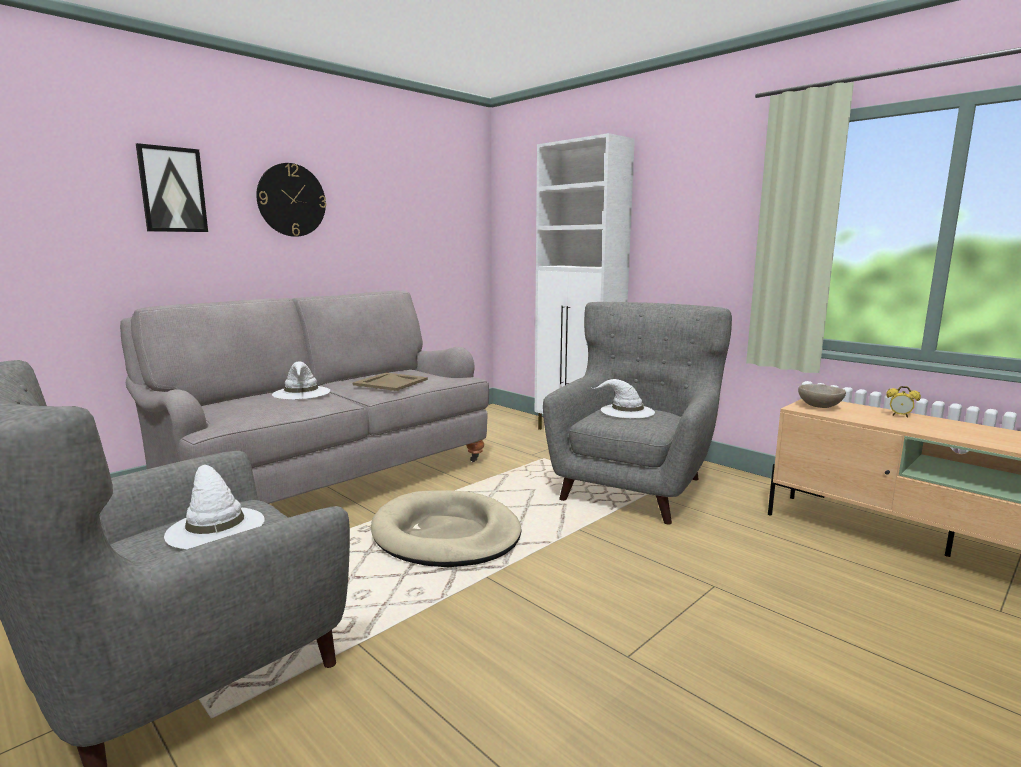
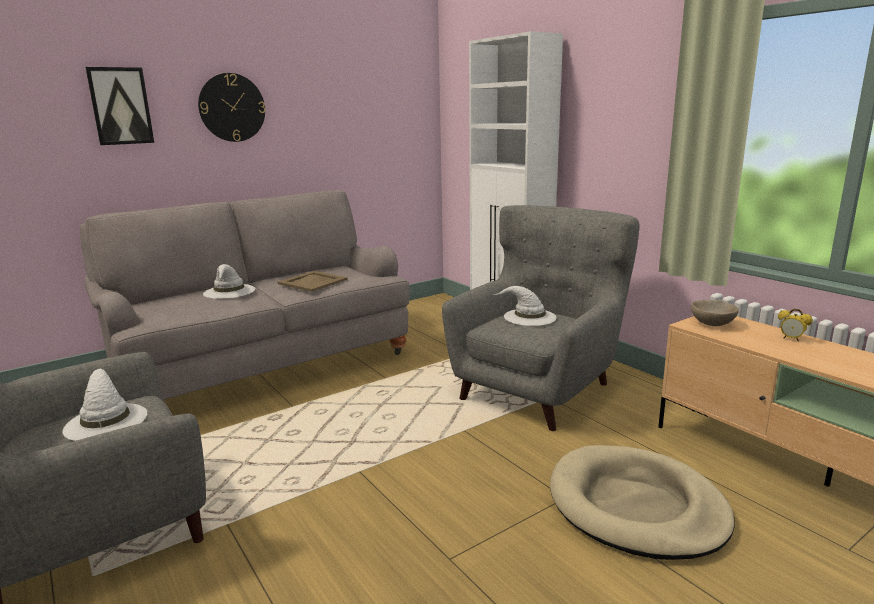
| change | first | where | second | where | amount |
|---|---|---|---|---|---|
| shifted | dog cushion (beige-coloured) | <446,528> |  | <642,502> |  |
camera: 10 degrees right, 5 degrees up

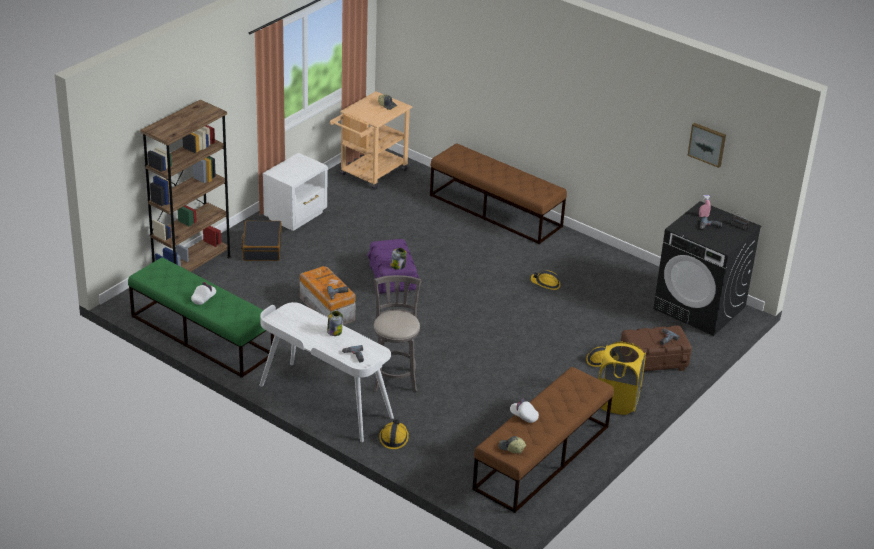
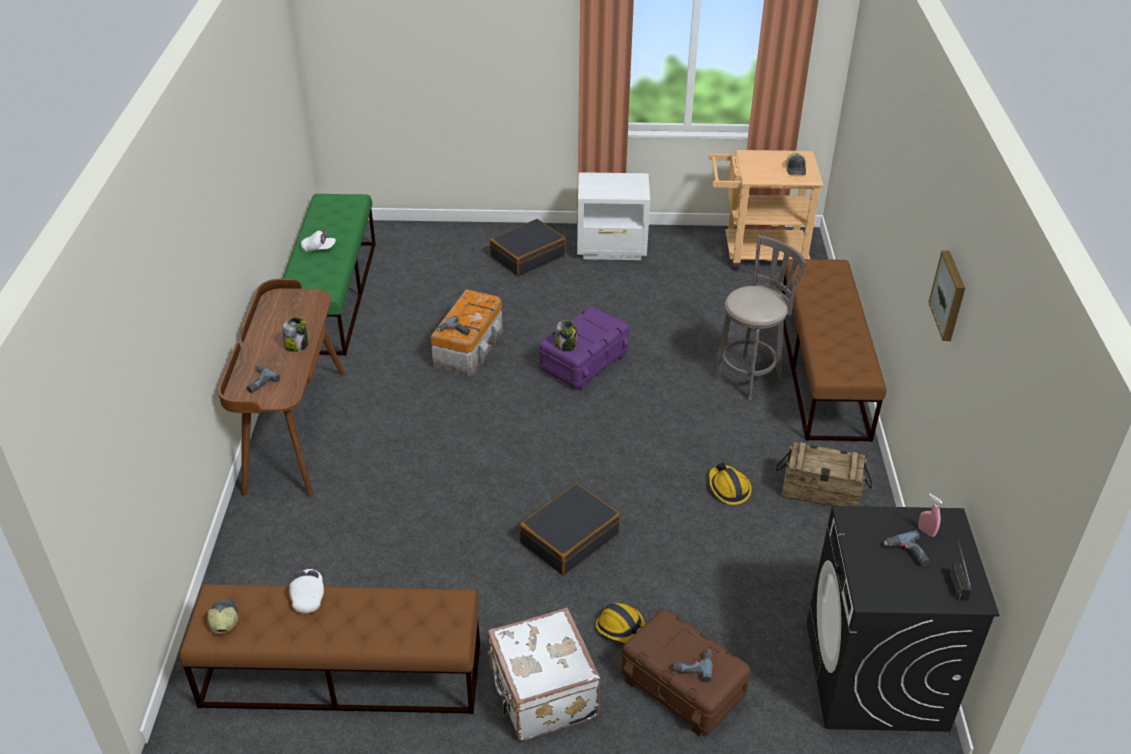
| change | first | where | second | where | amount |
|---|---|---|---|---|---|
| gone | bookcase (brown) | <185,186> |  |  |  |
| gone | hard hat | <394,434> |  |  |  |
| new |  |  | travel case (black-coloured) | <569,529> |  |
| new |  |  | crate | <824,474> |  |
| shifted | stool (greyish) | <397,333> |  | <758,318> |  |
| shifted | picture | <706,145> |  | <946,296> |  |
| swapped | washing basket (yellowish) | <622,378> | travel case (white) | <543,674> |  |
| repainted | desk table (white) | <326,372> | desk table (brown) | <281,388> |  |
camera: 55 degrees right, 5 degrees up

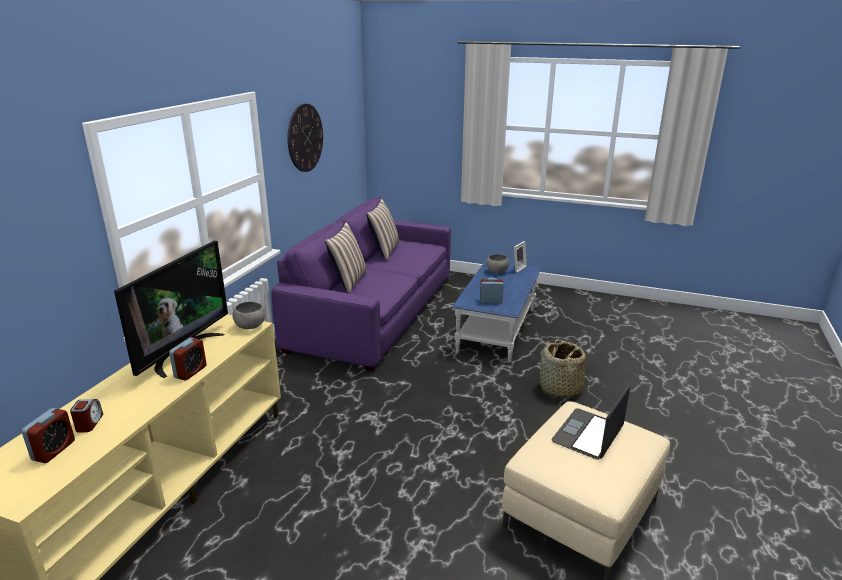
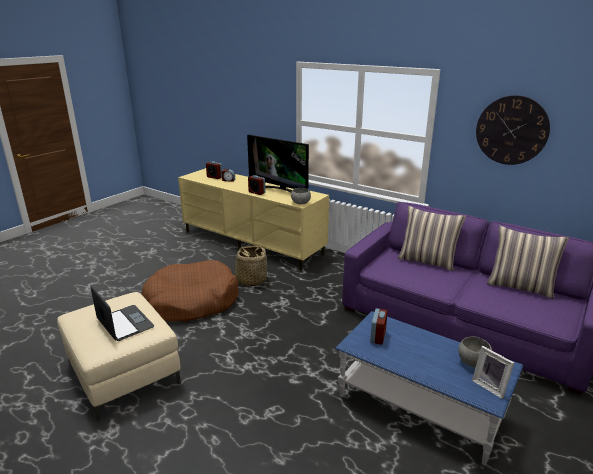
| change | first | where | second | where | amount |
|---|---|---|---|---|---|
| new |  |  | dog cushion (brown) | <190,291> |  |
| shifted | basket | <563,369> |  | <249,266> |  |
camera: 105 degrees right, 0 degrees up

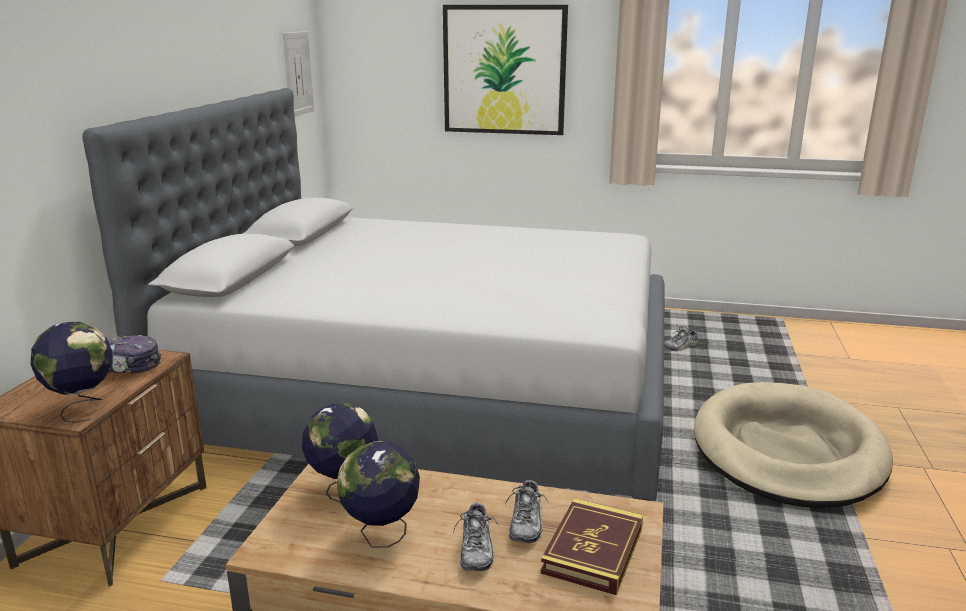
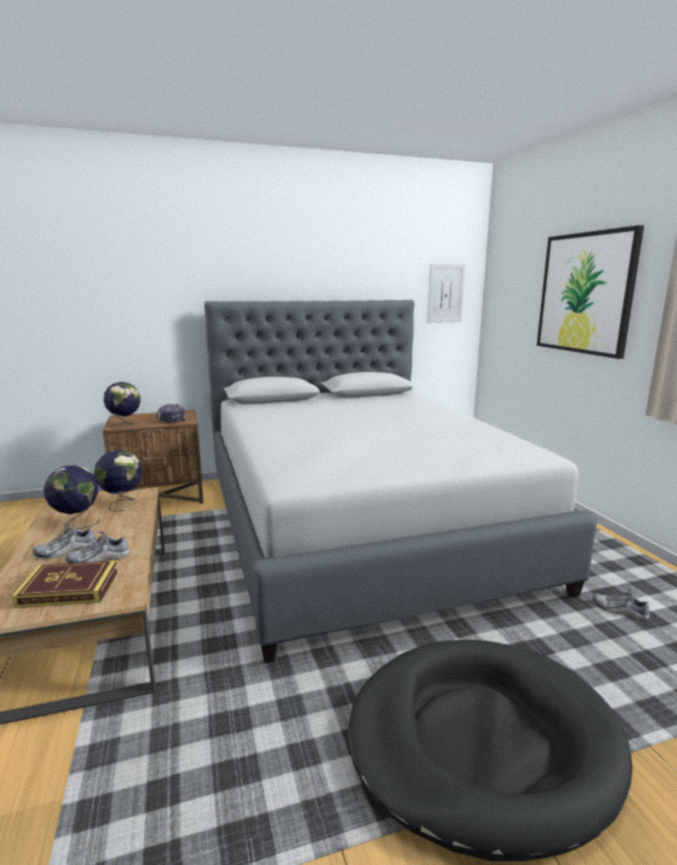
| change | first | where | second | where | amount |
|---|---|---|---|---|---|
| repainted | dog cushion (beige-coloured) | <793,445> | dog cushion (black-coloured) | <490,750> |  |
camera: 60 degrees right, 5 degrees down

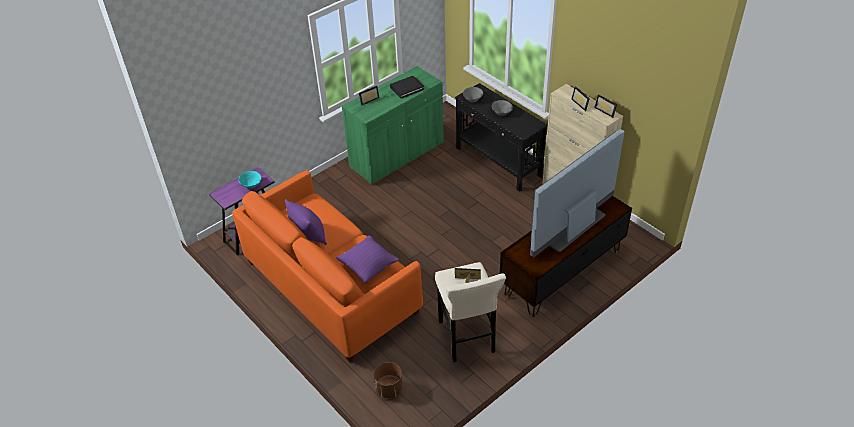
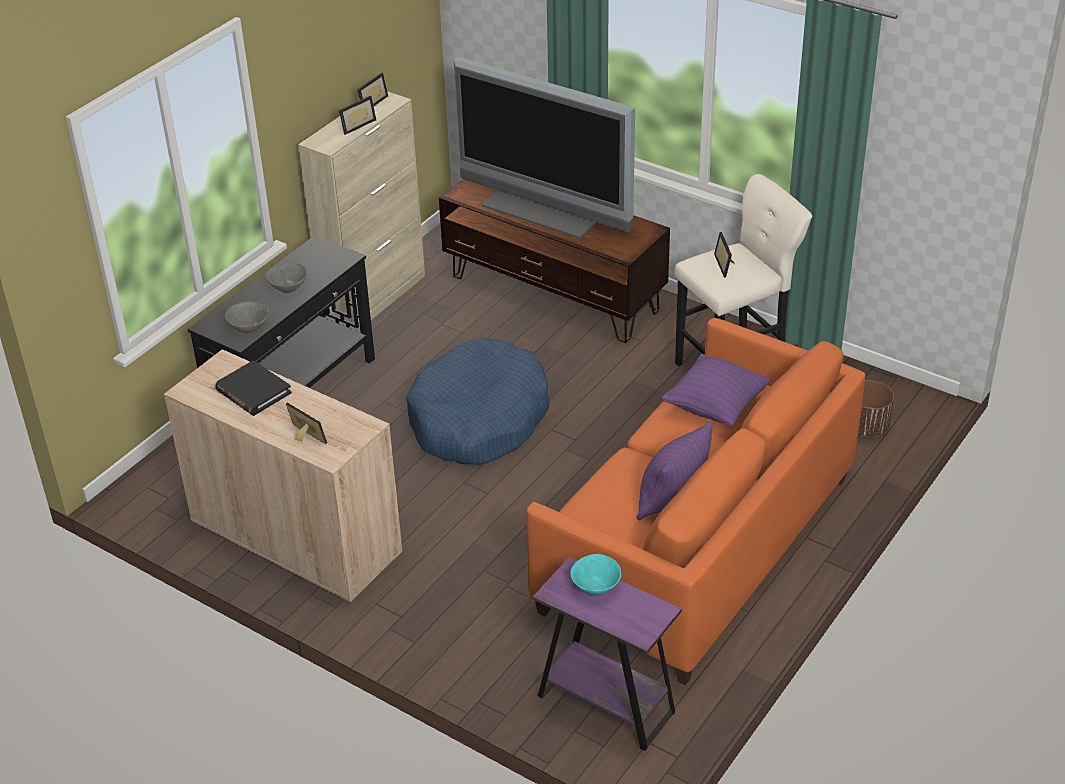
| change | first | where | second | where | amount |
|---|---|---|---|---|---|
| new |  |  | dog cushion (blue) | <478,401> |  |
| repainted | cabinet (green-coloured) | <393,125> | cabinet (beige-coloured) | <283,476> |  |
camera: 105 degrees left, 5 degrees down

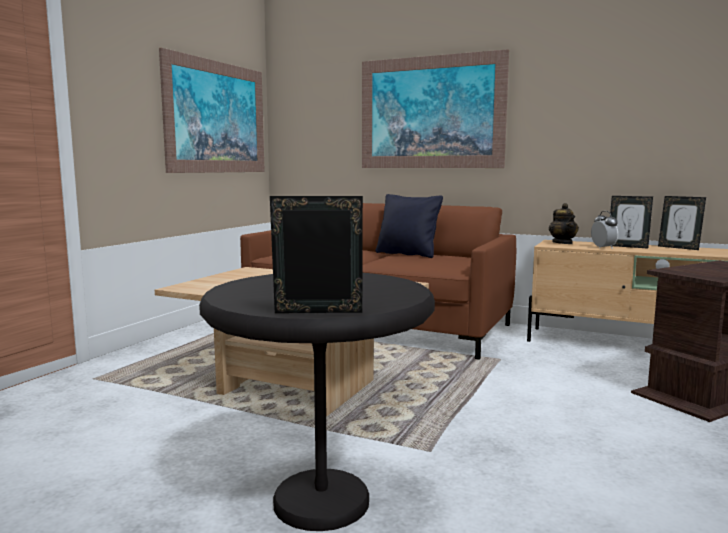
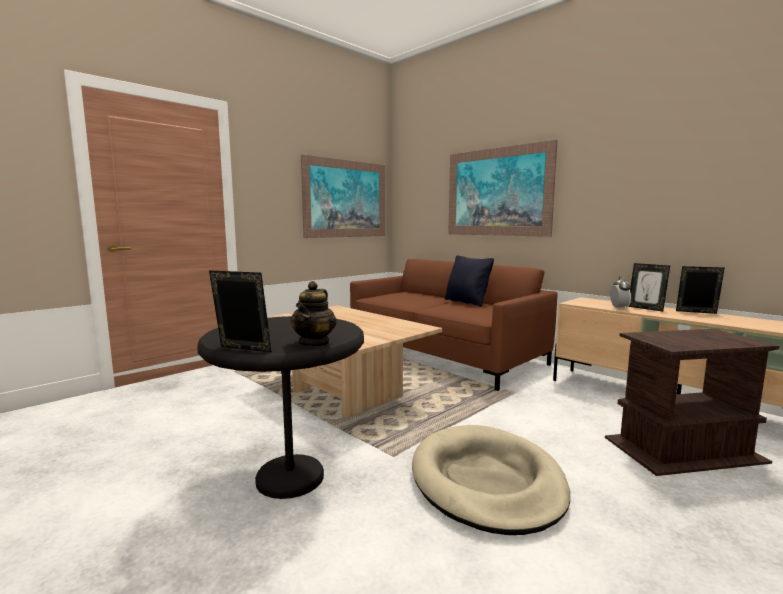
| change | first | where | second | where | amount |
|---|---|---|---|---|---|
| new |  |  | dog cushion (beige-coloured) | <491,480> |  |
| shifted | teapot | <564,223> |  | <313,314> |  |
| rotated | standing frame | <682,223> |  | <700,290> | 135 degrees clockwise |
camera: 20 degrees right, 0 degrees up

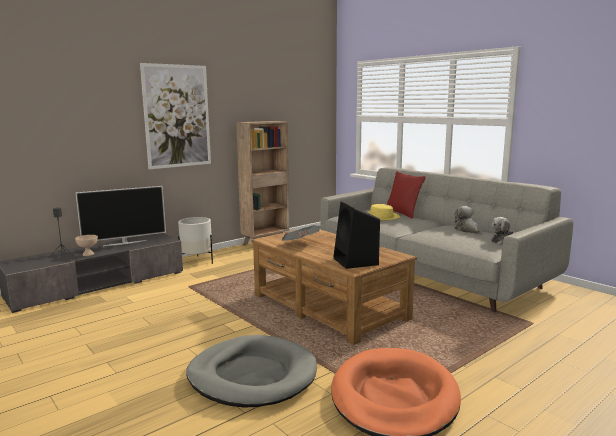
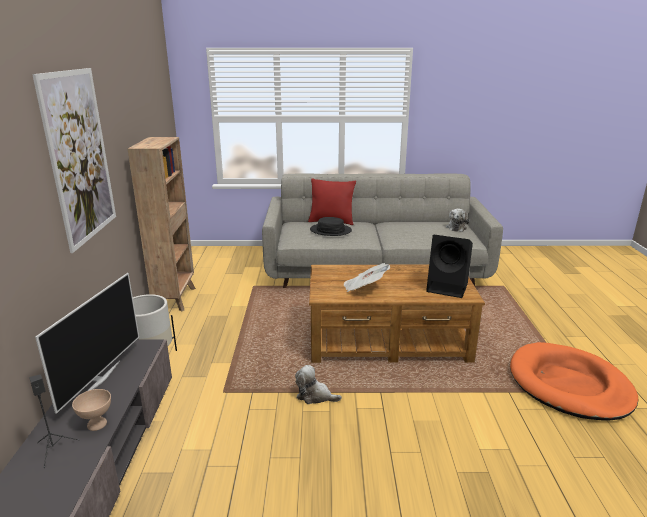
| change | first | where | second | where | amount |
|---|---|---|---|---|---|
| gone | dog cushion (greyish) | <251,371> |  |  |  |
| shifted | cuddly toy | <468,220> |  | <318,384> |  |
| repainted | clothing hat (yellowish) | <383,212> | clothing hat (black-coloured) | <331,226> |  |
camera: 50 degrees left, 10 degrees up

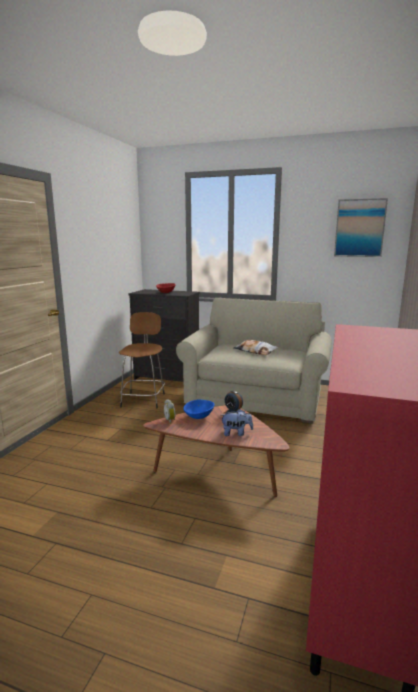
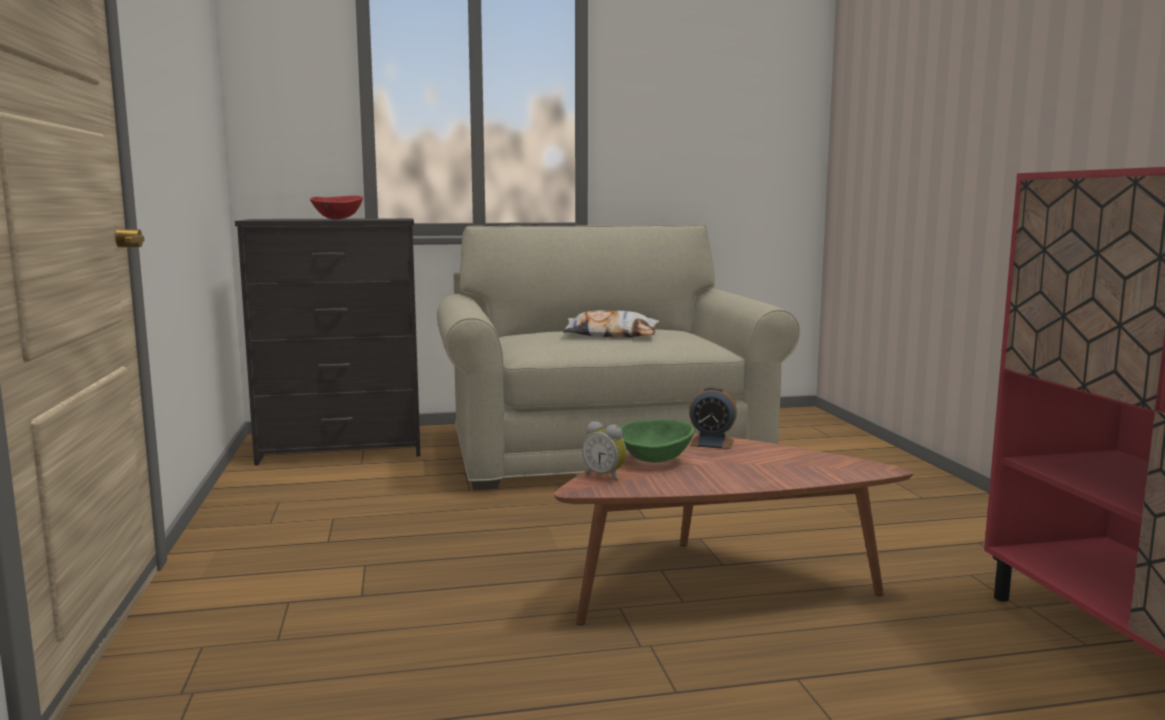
| change | first | where | second | where | amount |
|---|---|---|---|---|---|
| gone | stool (brown) | <142,360> |  |  |  |
| gone | cuddly toy | <237,422> |  |  |  |
| gone | picture | <361,227> |  |  |  |
| repainted | serving bowl (blue) | <198,409> | serving bowl (green-coloured) | <657,441> |  |
camera: 30 degrees left, 5 degrees down

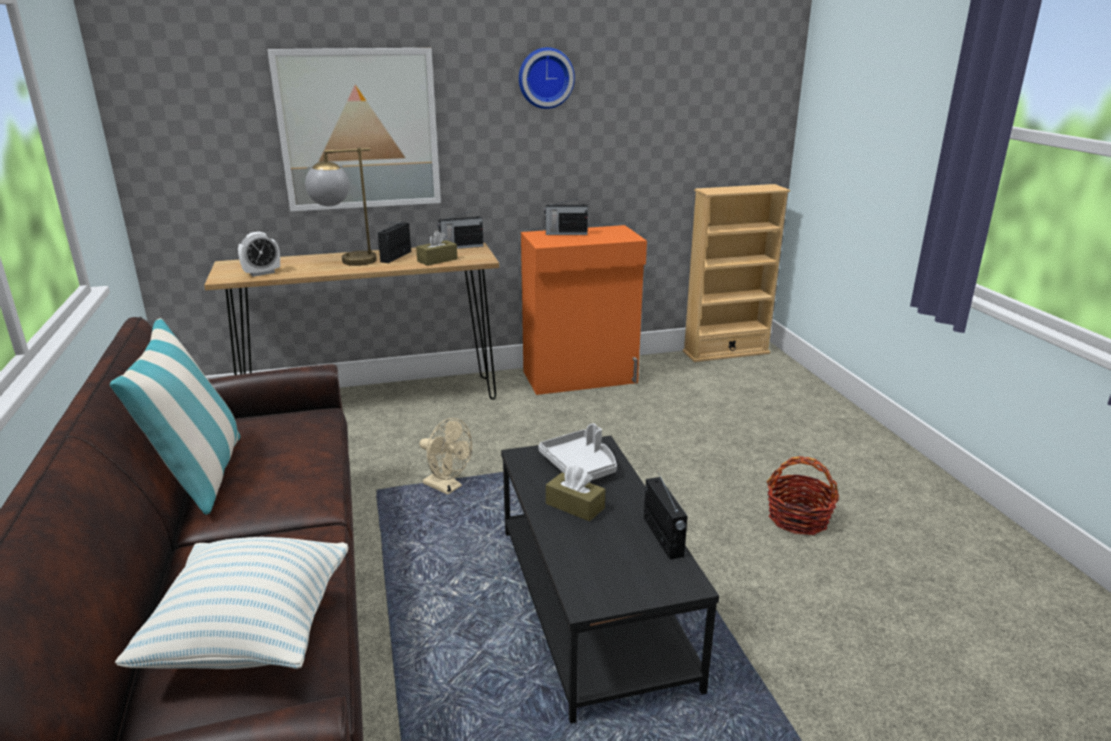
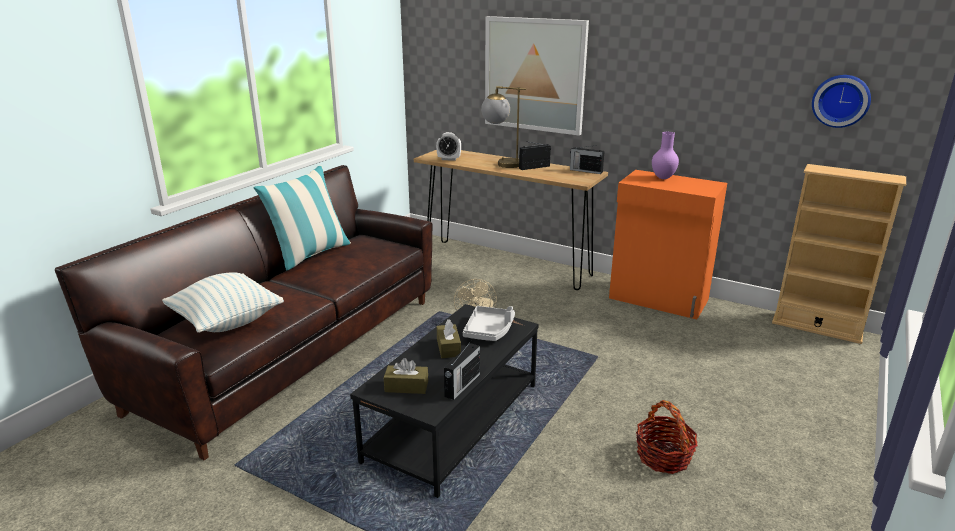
| change | first | where | second | where | amount |
|---|---|---|---|---|---|
| shifted | tissue box (brown) | <437,248> |  | <406,376> |  |
| shifted | wall clock | <547,78> |  | <841,101> |  |
| swapped | radio set | <566,216> | flower vase (purple) | <665,155> |  |
camera: 45 degrees right, 0 degrees up

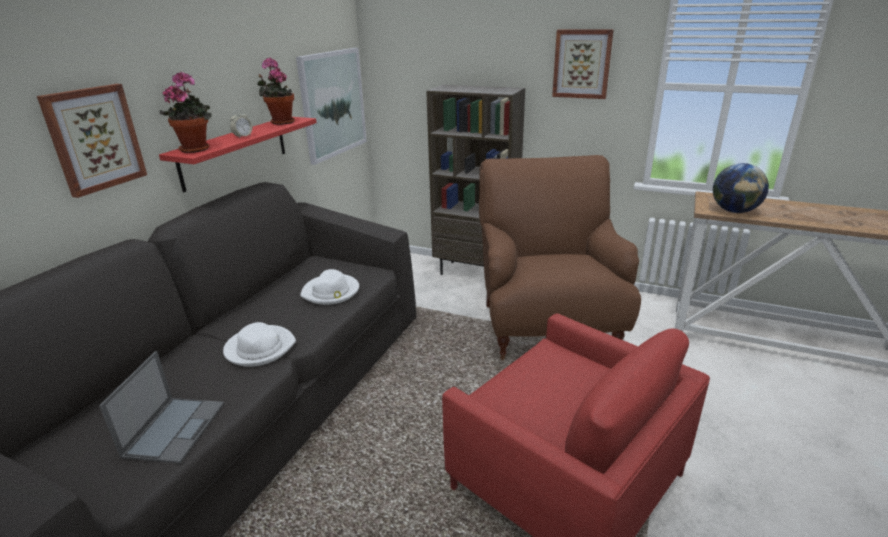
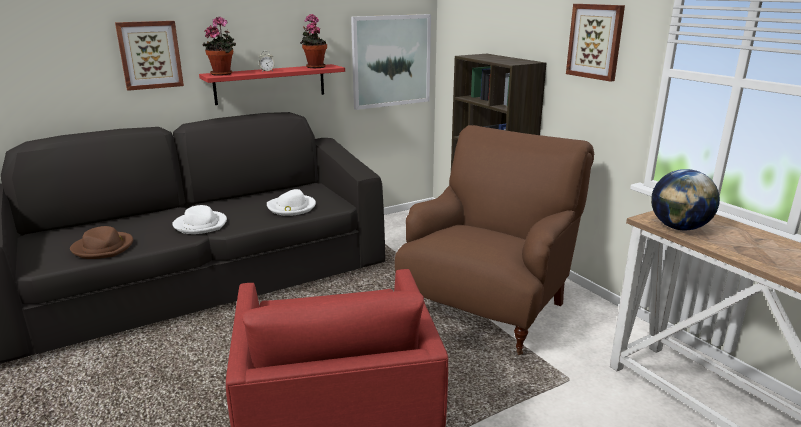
| change | first | where | second | where | amount |
|---|---|---|---|---|---|
| swapped | notebook computer | <161,407> | clothing hat (brown) | <101,242> |  |
camera: 35 degrees right, 5 degrees down

